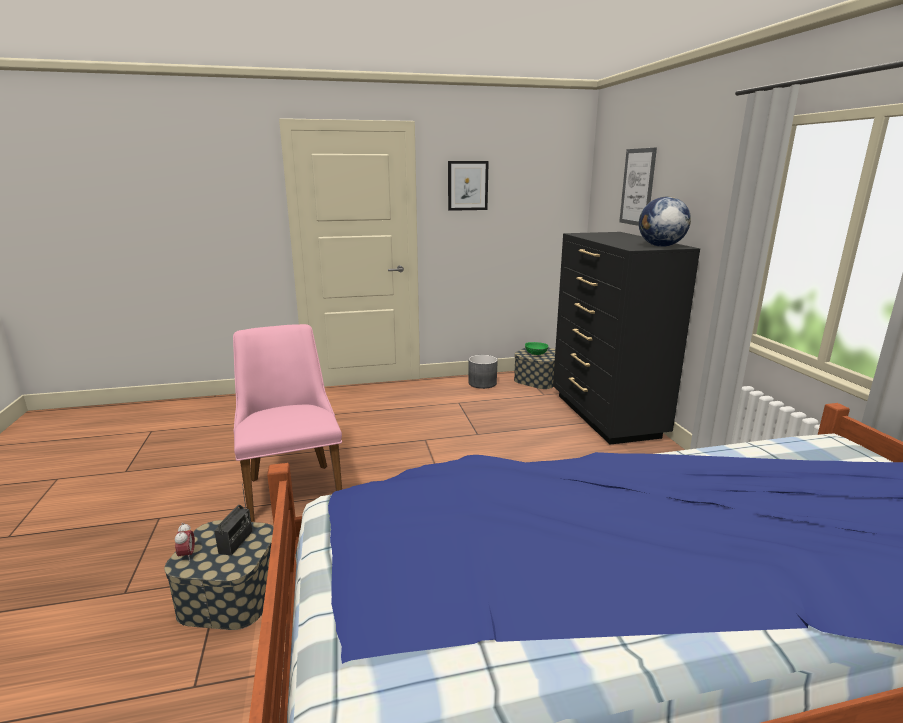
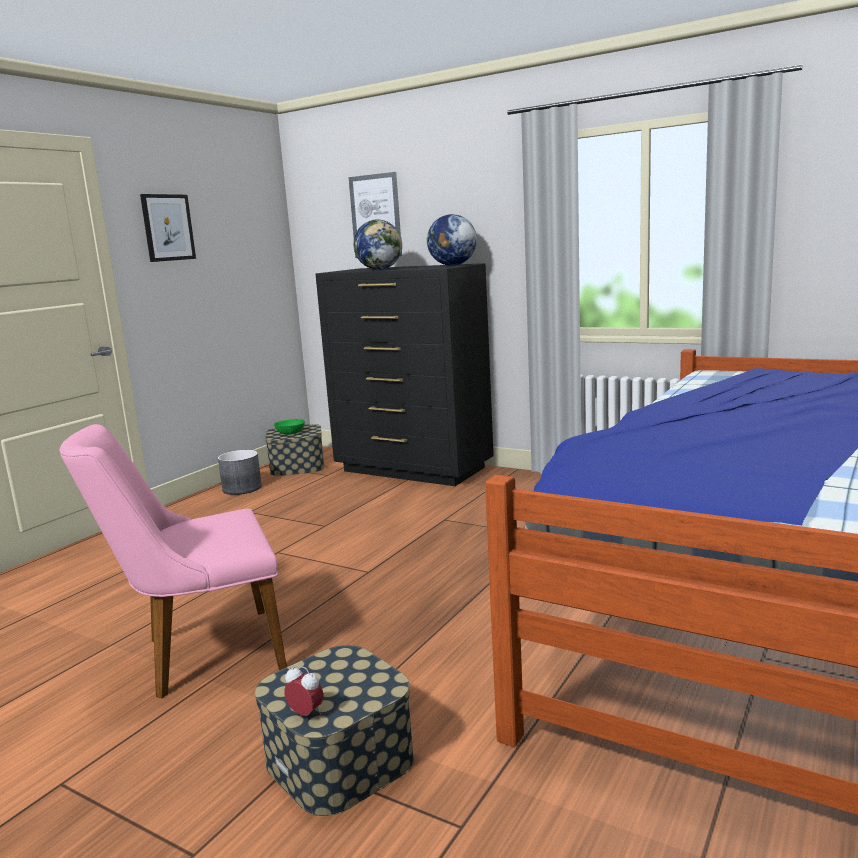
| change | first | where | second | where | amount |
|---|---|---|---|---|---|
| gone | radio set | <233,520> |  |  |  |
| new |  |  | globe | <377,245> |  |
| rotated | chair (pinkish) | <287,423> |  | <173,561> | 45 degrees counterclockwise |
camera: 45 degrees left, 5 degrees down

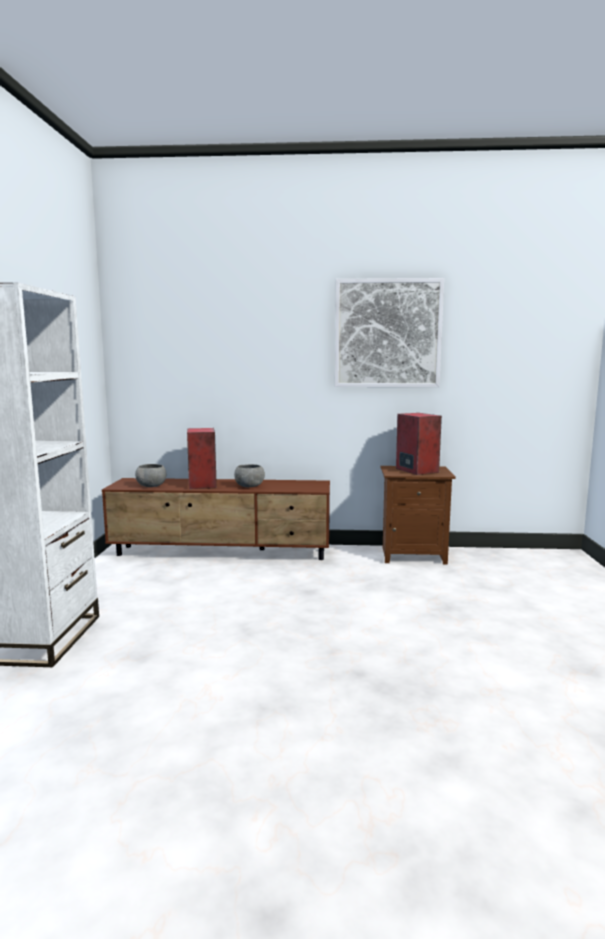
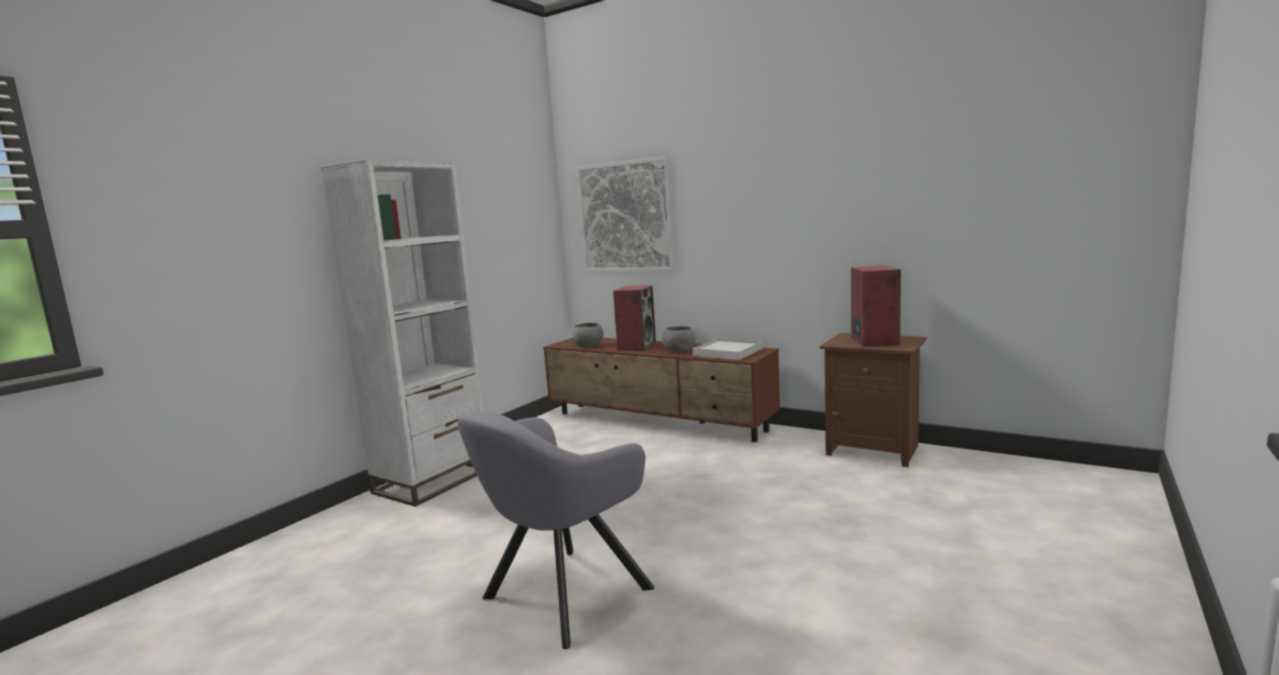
| change | first | where | second | where | amount |
|---|---|---|---|---|---|
| new |  |  | easy chair (greyish) | <556,530> |  |
| new |  |  | tray (white) | <727,349> |  |
| shifted | picture | <389,332> |  | <626,214> |  |
camera: 30 degrees right, 0 degrees up

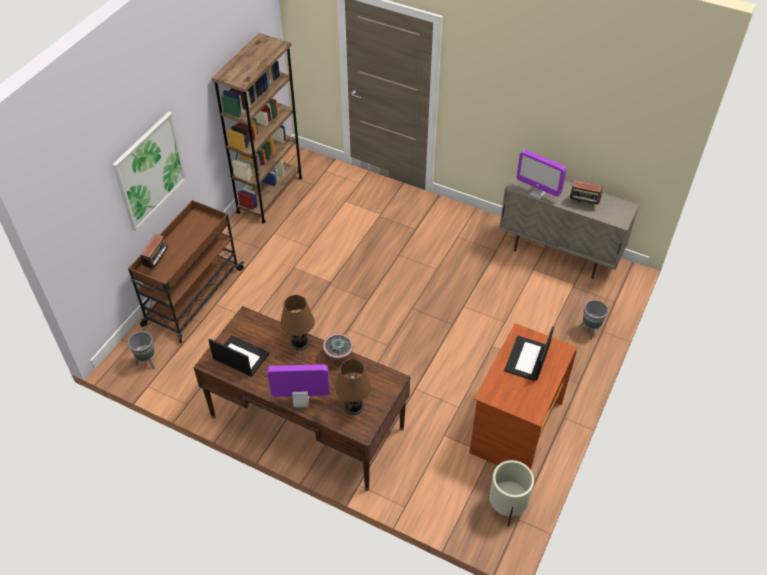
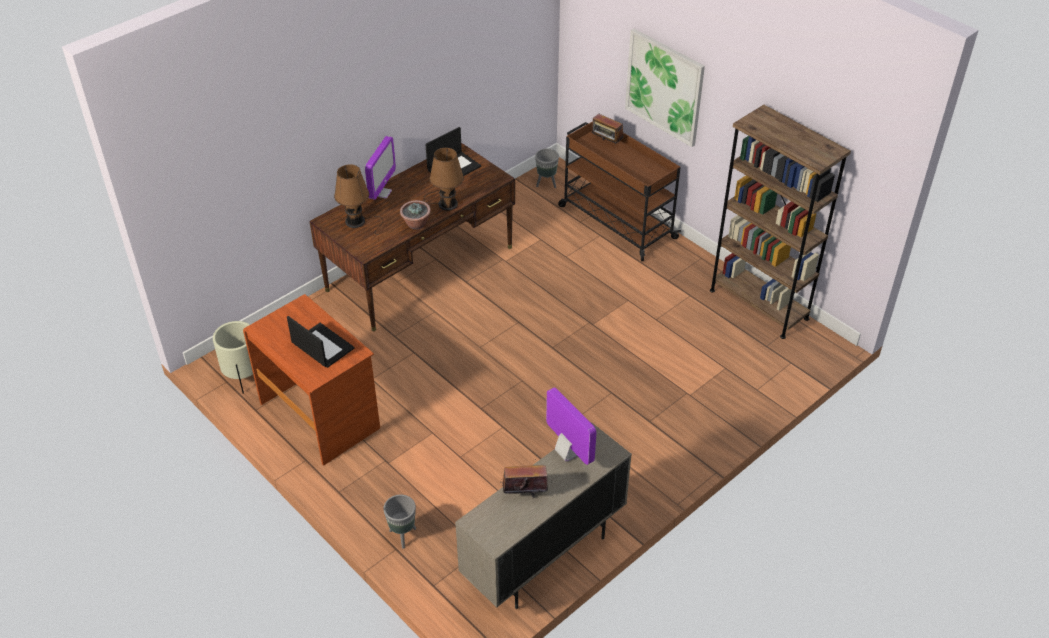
| change | first | where | second | where | amount |
|---|---|---|---|---|---|
| rotated | computer display | <541,174> |  | <571,426> | 90 degrees clockwise |
| rotated | radio set | <586,192> |  | <524,478> | 45 degrees clockwise |
camera: 110 degrees right, 5 degrees down

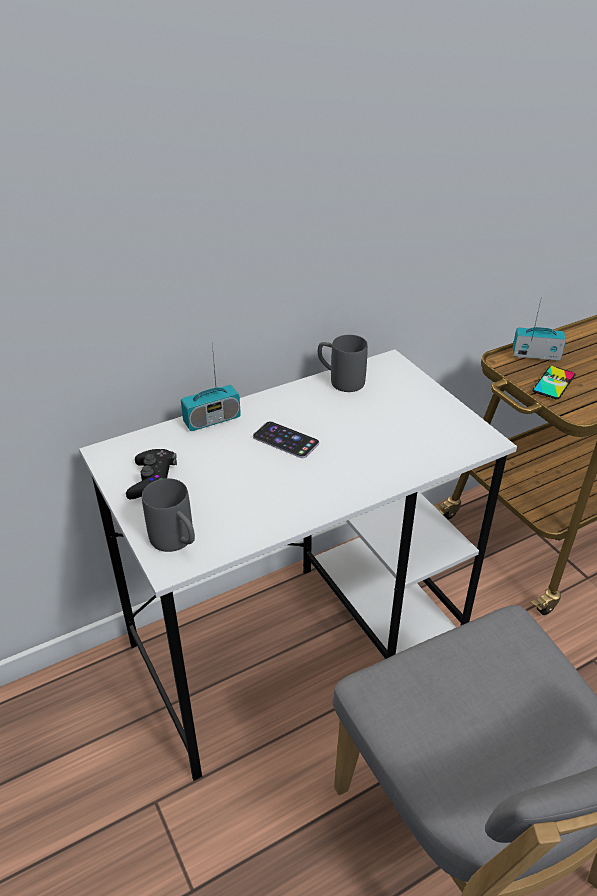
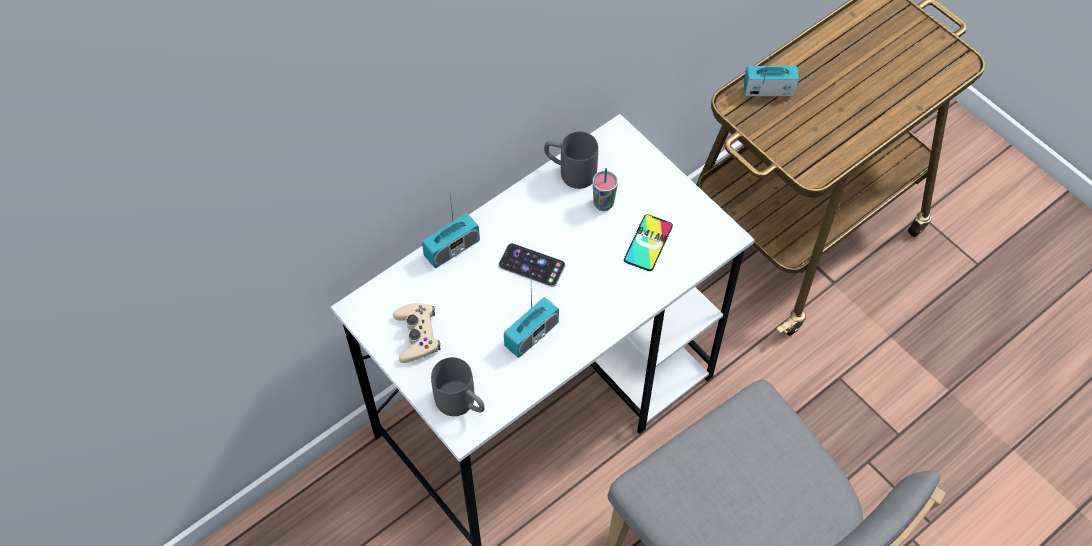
| change | first | where | second | where | amount |
|---|---|---|---|---|---|
| new |  |  | radio set | <531,324> |  |
| new |  |  | drinking cup | <605,189> |  |
| shifted | handset | <553,382> |  | <648,242> |  |
| repainted | gamepad (black-coloured) | <151,474> | gamepad (beige-coloured) | <417,333> |  |
camera: 10 degrees left, 20 degrees up

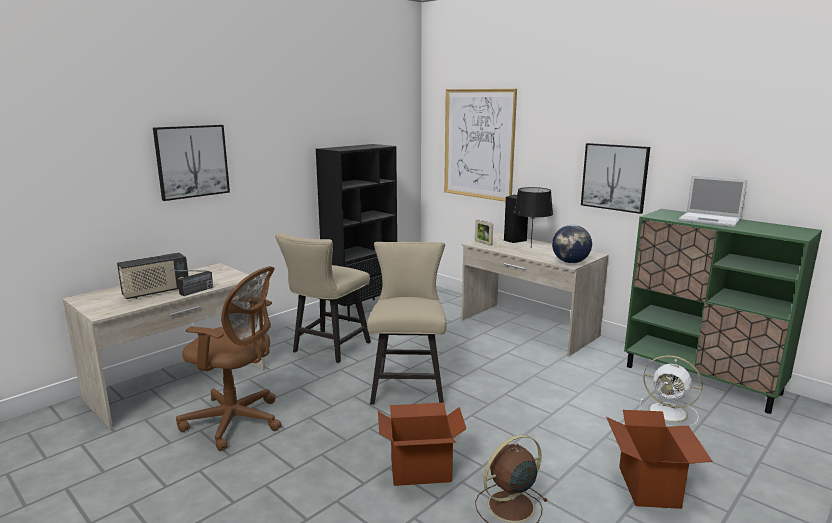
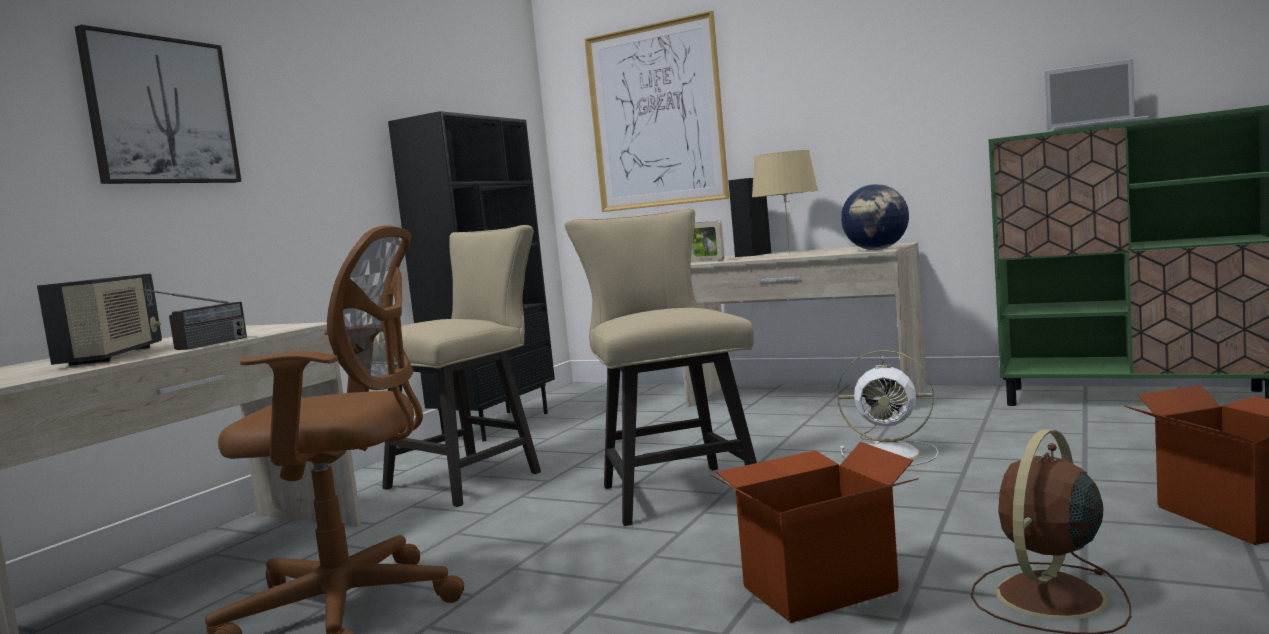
| change | first | where | second | where | amount |
|---|---|---|---|---|---|
| gone | picture | <615,178> |  |  |  |
| shifted | cooling fan (white) | <671,391> |  | <888,408> |  |
| repainted | lamp for a table (black-coloured) | <533,216> | lamp for a table (beige-coloured) | <785,202> |  |
| rotated | radio set | <152,276> |  | <99,319> | 45 degrees counterclockwise |
| rotated | chair (beige-coloured) | <323,298> |  | <457,366> | 150 degrees counterclockwise |
camera: 15 degrees left, 10 degrees down

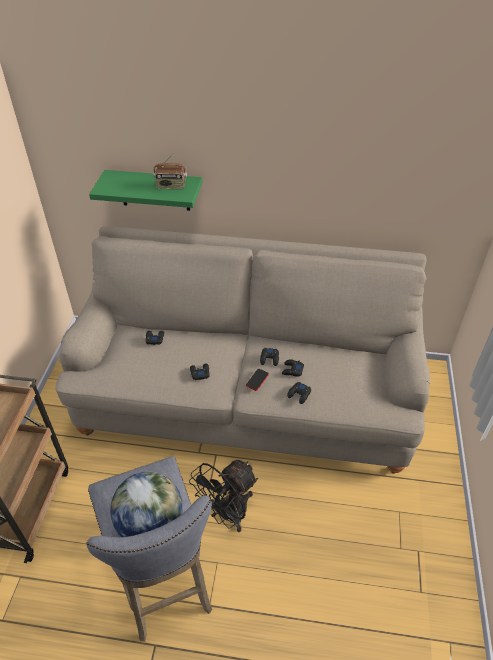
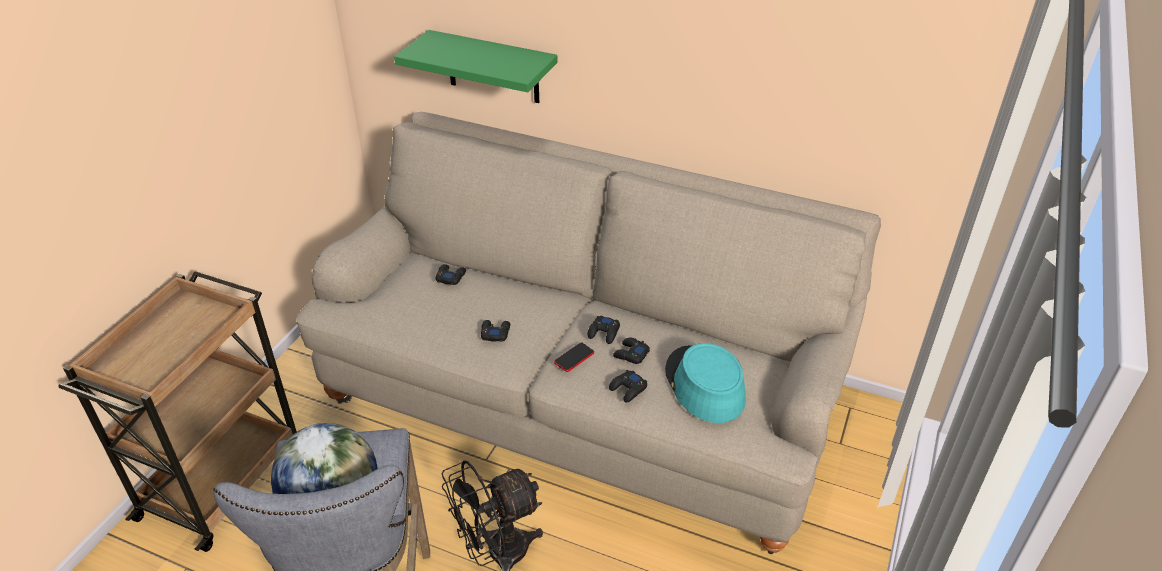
| change | first | where | second | where | amount |
|---|---|---|---|---|---|
| gone | radio set | <170,171> |  |  |  |
| new |  |  | clothing hat (turquoise-coloured) | <705,383> |  |
camera: 15 degrees right, 5 degrees down

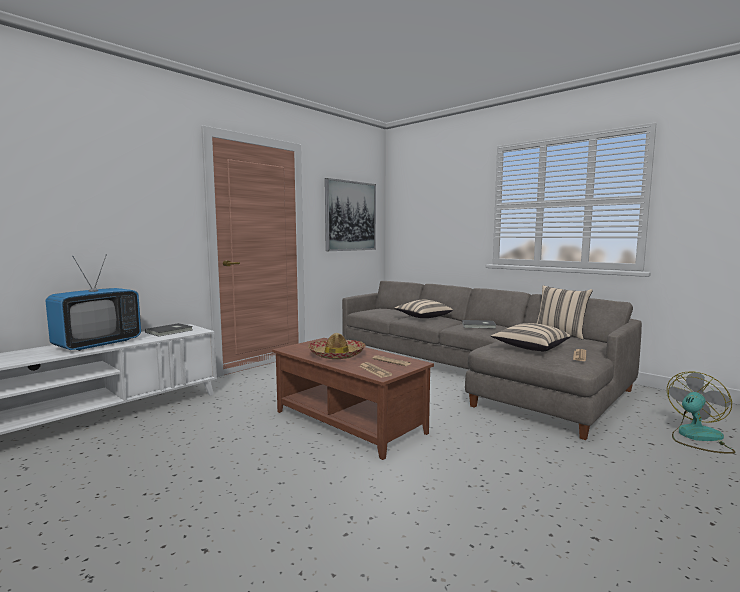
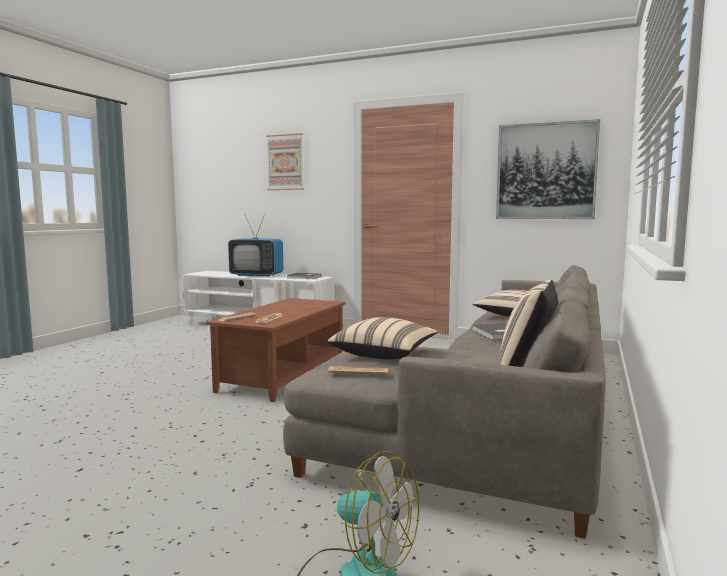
| change | first | where | second | where | amount |
|---|---|---|---|---|---|
| gone | clothing hat | <337,346> |  |  |  |
| new |  |  | picture | <285,161> |  |
camera: 70 degrees right, 0 degrees up

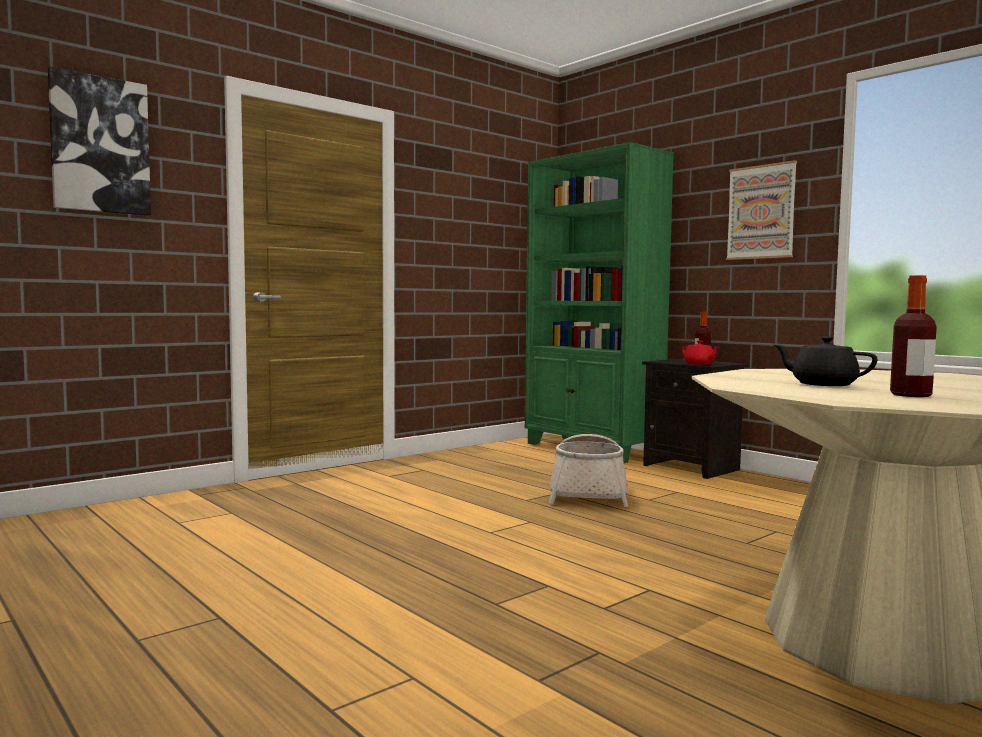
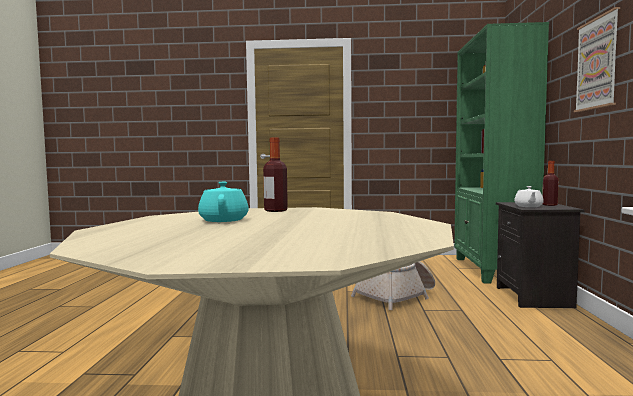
| change | first | where | second | where | amount |
|---|---|---|---|---|---|
| gone | picture | <99,140> |  |  |  |
| shifted | bottle | <913,336> |  | <275,175> |  |
| repainted | teapot (reddish) | <700,352> | teapot (white) | <529,196> |  |
| repainted | teapot (black-coloured) | <825,361> | teapot (turquoise-coloured) | <223,202> |  |
camera: 45 degrees right, 0 degrees up

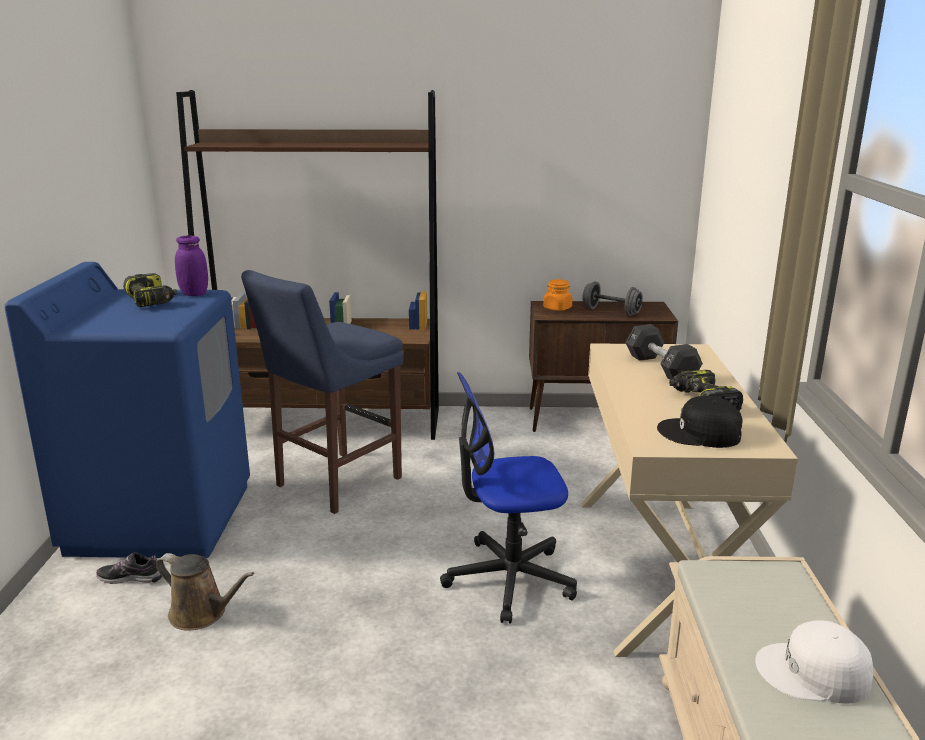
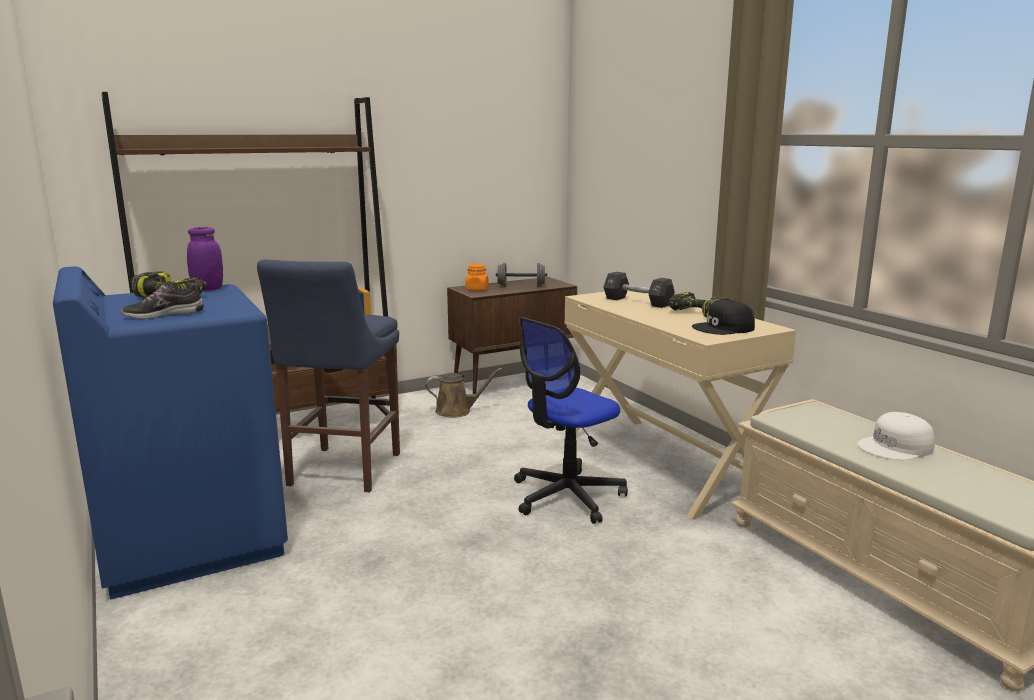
| change | first | where | second | where | amount |
|---|---|---|---|---|---|
| shifted | low shoe | <129,568> |  | <162,299> |  |
| shifted | watering can (brown) | <205,592> |  | <464,393> |  |
camera: 30 degrees left, 5 degrees down

